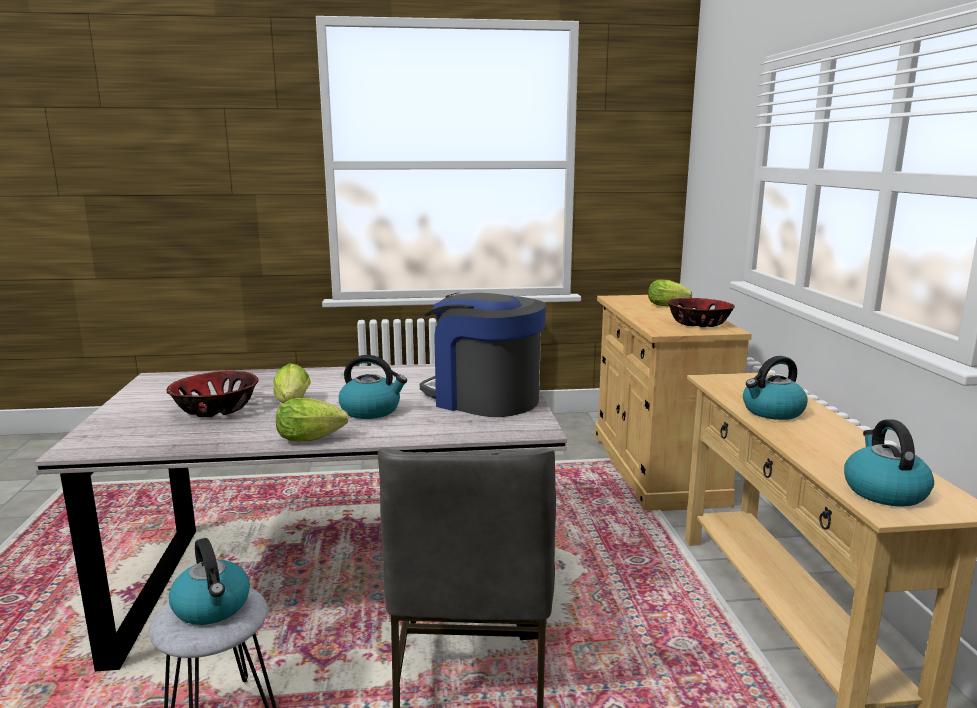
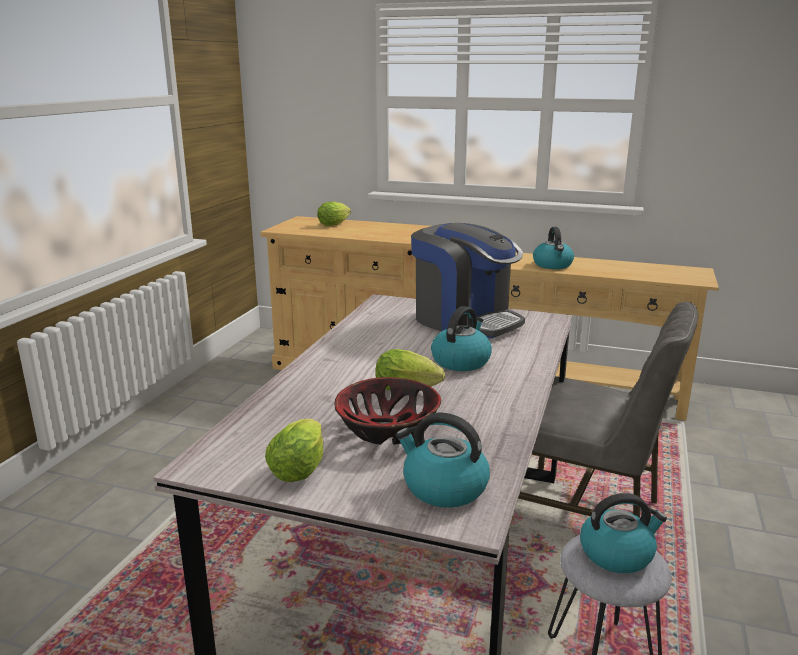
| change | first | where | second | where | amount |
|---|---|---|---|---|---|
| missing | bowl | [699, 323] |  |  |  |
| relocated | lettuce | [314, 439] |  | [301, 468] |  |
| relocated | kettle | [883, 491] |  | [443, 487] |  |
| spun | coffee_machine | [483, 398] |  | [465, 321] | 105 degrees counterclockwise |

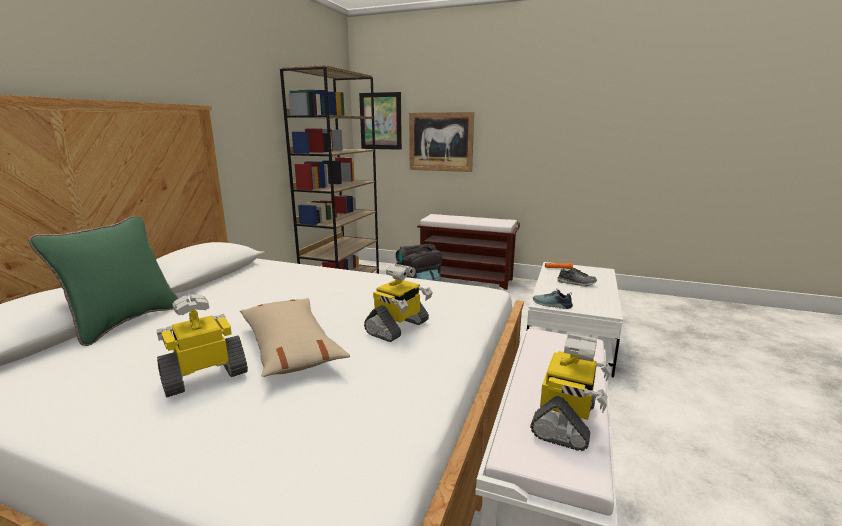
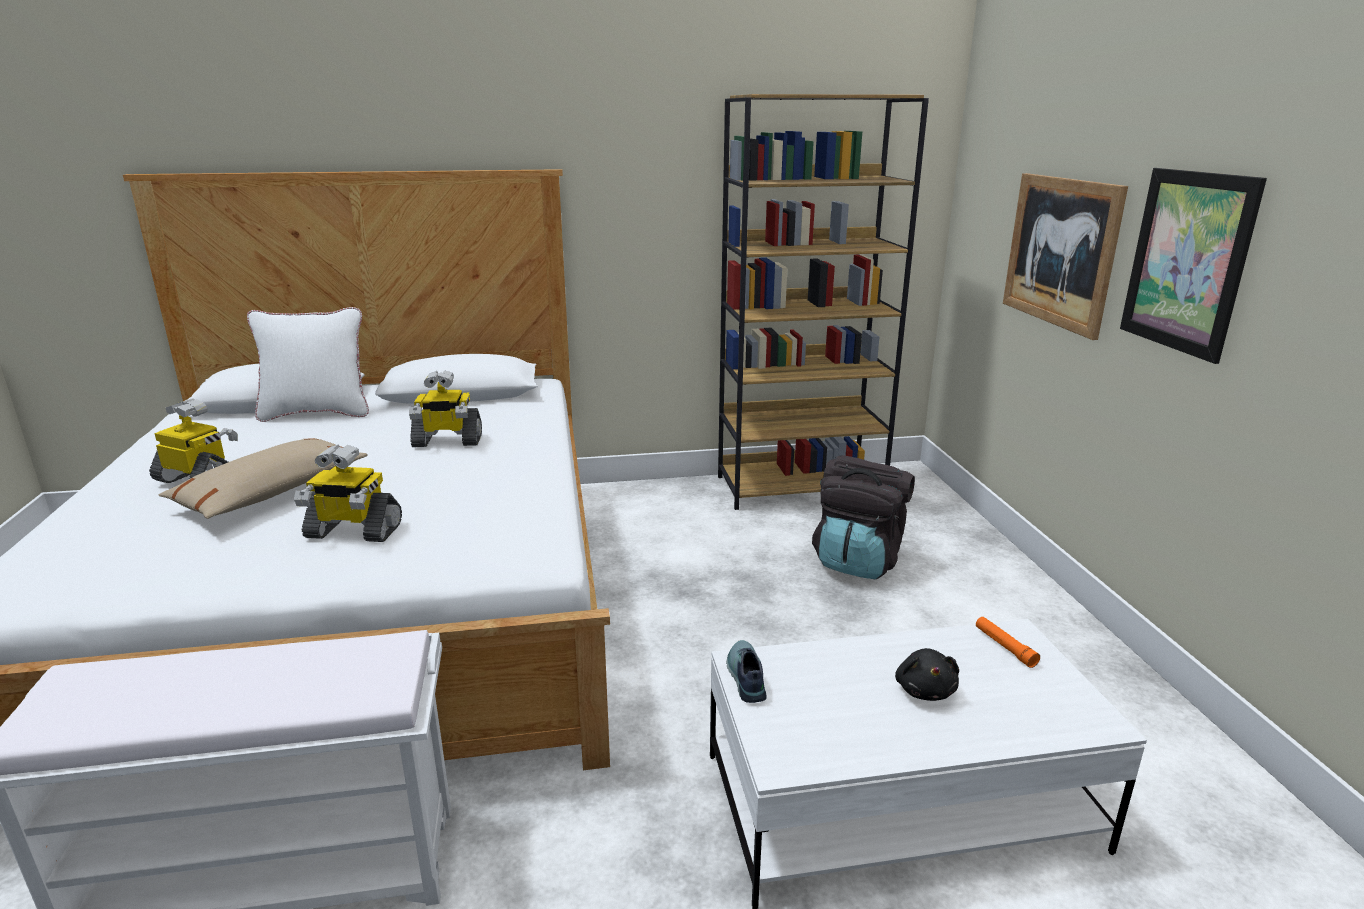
| change | first | where | second | where | amount |
|---|---|---|---|---|---|
| missing | brown_bench | [467, 279] |  |  |  |
| relocated | picture | [380, 121] |  | [1187, 262] |  |
| relocated | toy_robot | [566, 420] |  | [447, 441] |  |
| exchanged | shoe | [576, 283] | black_plush_toy | [925, 690] |  |
| colour | green_pillow | [124, 322] | white_pillow | [317, 413] |  |

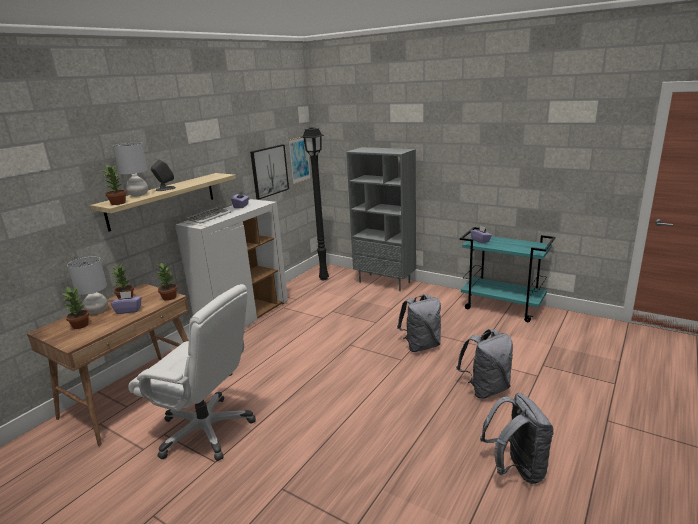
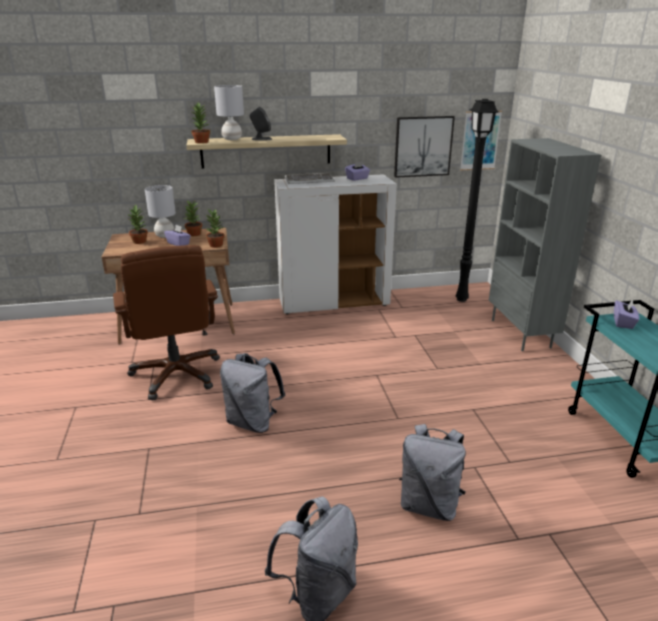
| change | first | where | second | where | amount |
|---|---|---|---|---|---|
| relocated | grey_backpack | [421, 346] |  | [253, 422] |  |
| colour | white_office_chair | [206, 430] | brown_office_chair | [177, 374] |  |

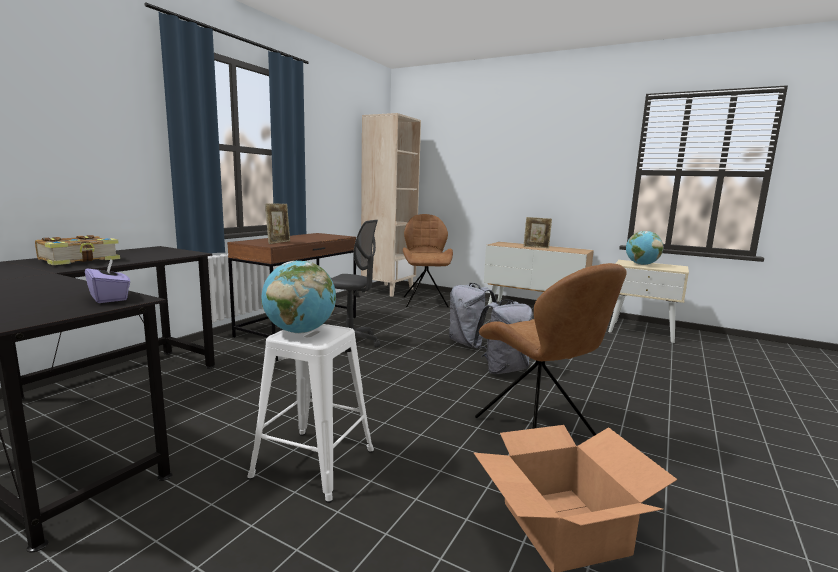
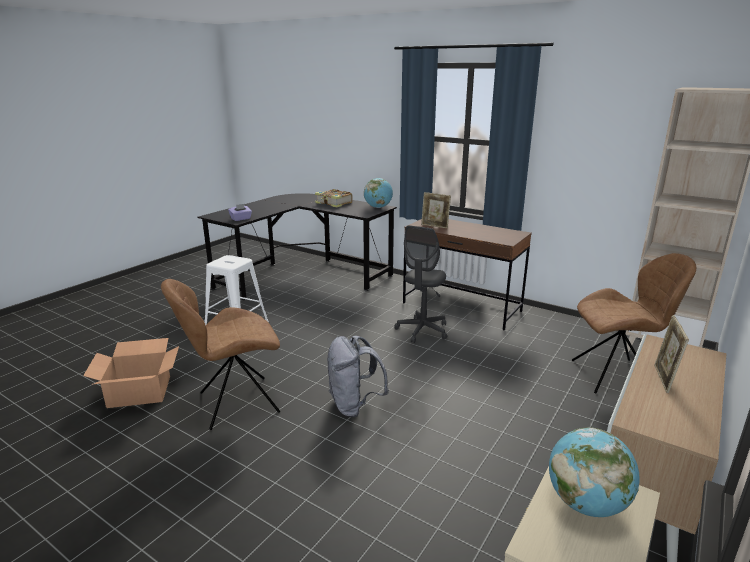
| change | first | where | second | where | amount |
|---|---|---|---|---|---|
| missing | grey_backpack | [470, 344] |  |  |  |
| relocated | globe | [300, 331] |  | [378, 207] |  |

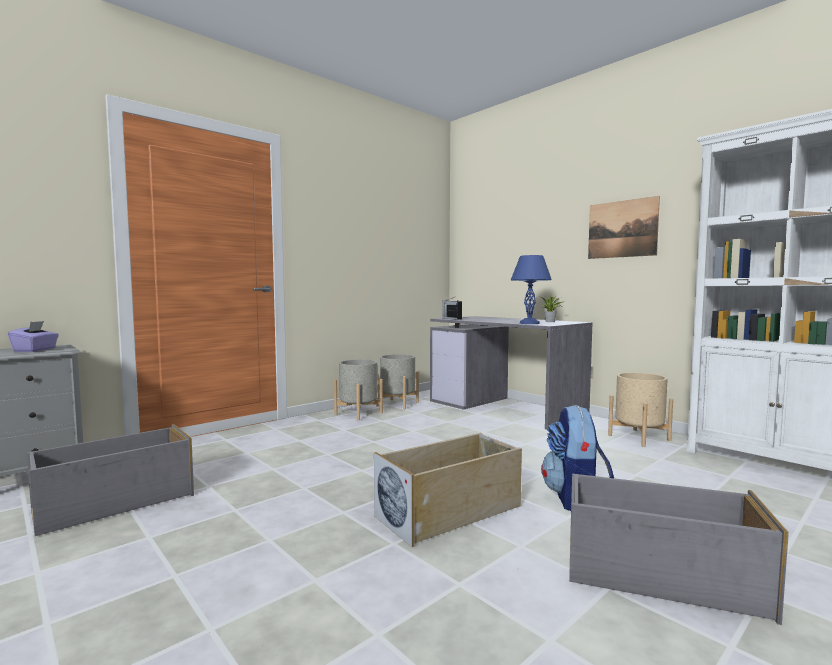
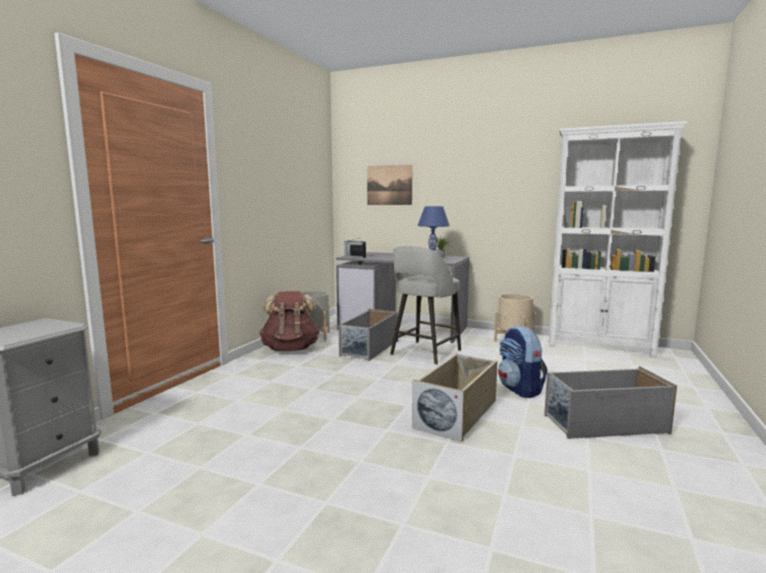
| change | first | where | second | where | amount |
|---|---|---|---|---|---|
| missing | purple_tissue_box | [35, 350] |  |  |  |
| appeared |  |  | grey_stool | [424, 353] |  |
| relocated | grey_storage_box | [114, 503] |  | [369, 349] |  |
| relocated | picture | [622, 229] |  | [389, 185] |  |
| exchanged | grey_planter | [358, 413] | brown_backpack | [290, 349] |  |

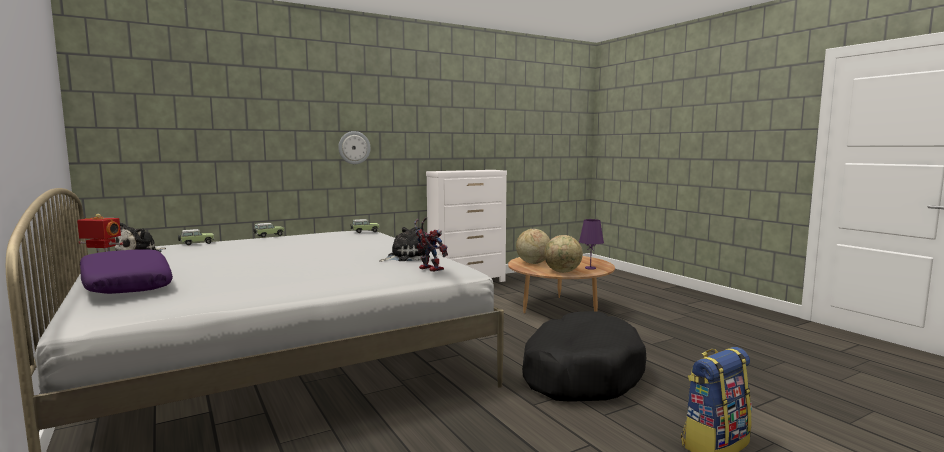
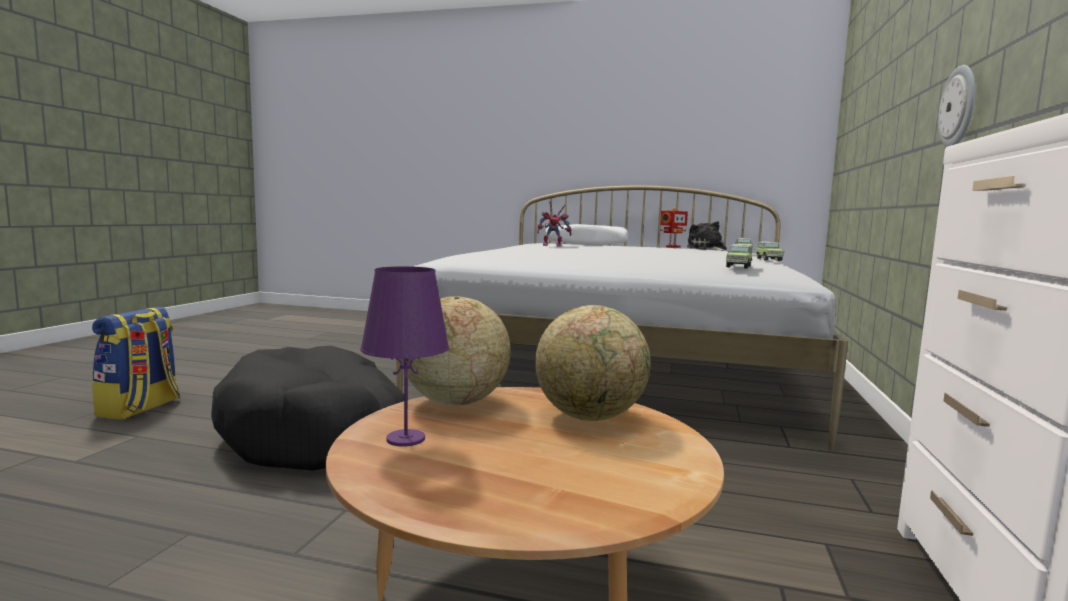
| change | first | where | second | where | amount |
|---|---|---|---|---|---|
| missing | plush_toy | [405, 257] |  |  |  |
| relocated | toy_robot | [428, 269] |  | [554, 245] |  |
| colour | purple_pillow | [125, 285] | white_pillow | [586, 244] |  |

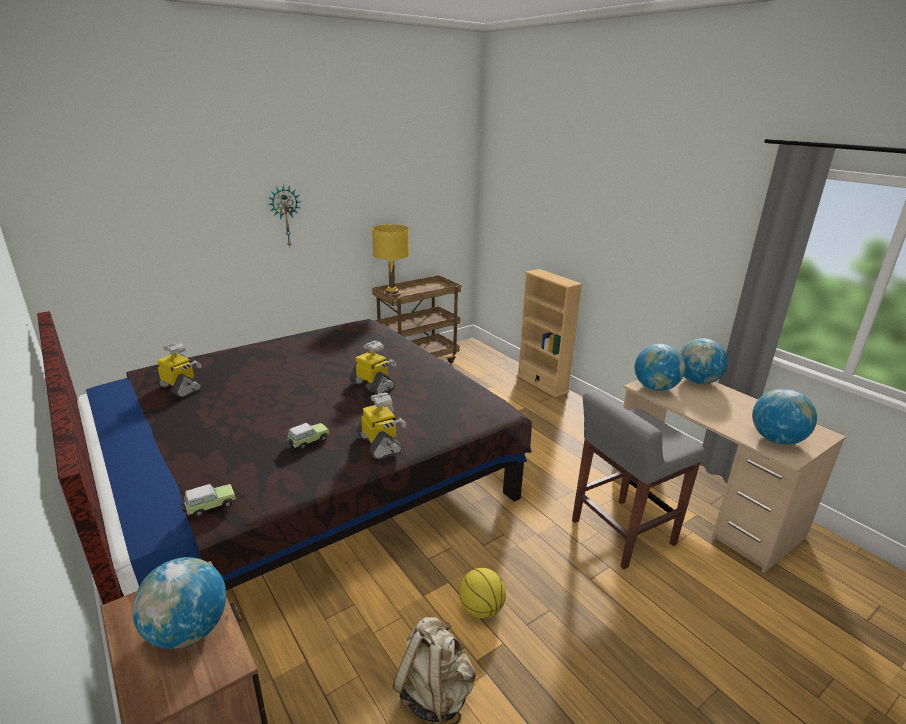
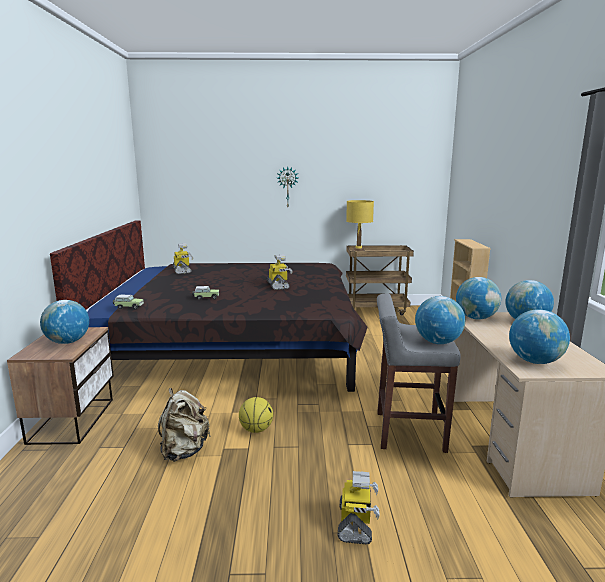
| change | first | where | second | where | amount |
|---|---|---|---|---|---|
| appeared |  |  | globe | [438, 342] |  |
| relocated | toy_robot | [380, 444] |  | [356, 524] |  |

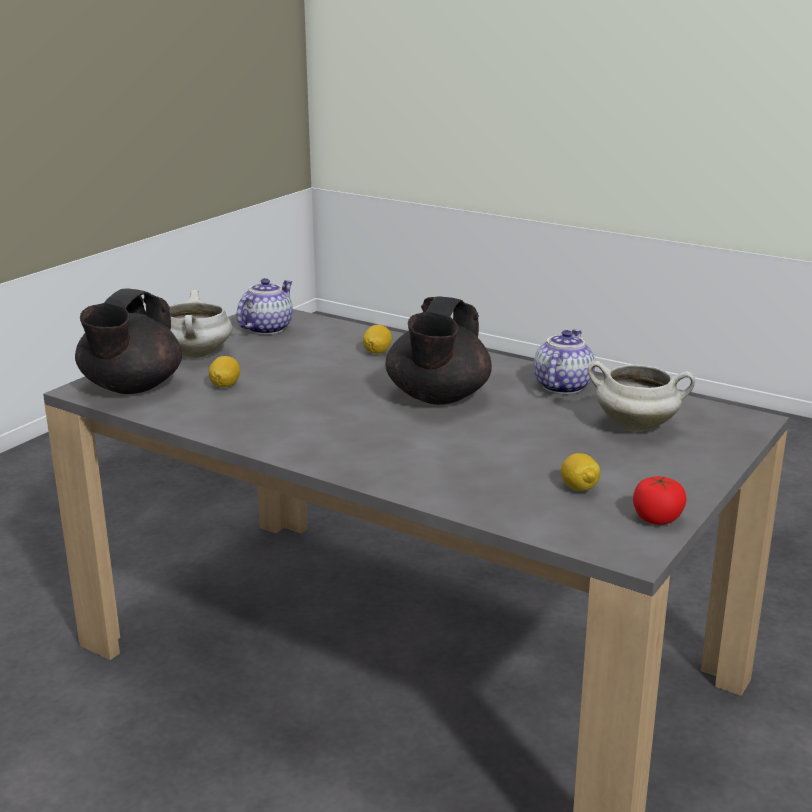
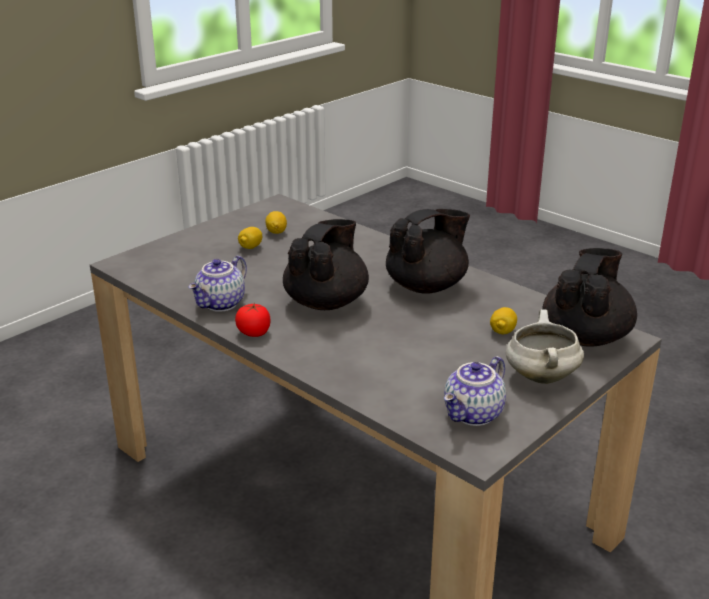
| change | first | where | second | where | amount |
|---|---|---|---|---|---|
| missing | white_cooking_pot | [637, 426] |  |  |  |
| appeared |  |  | black_teapot | [427, 286] |  |
| relocated | lemon | [377, 352] |  | [250, 247] |  |
| relocated | tomato | [657, 519] |  | [254, 333] |  |

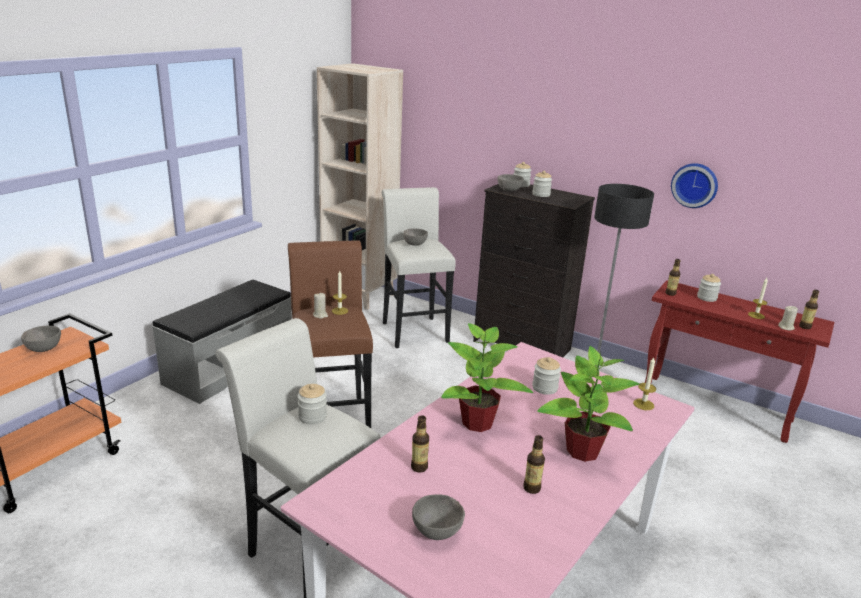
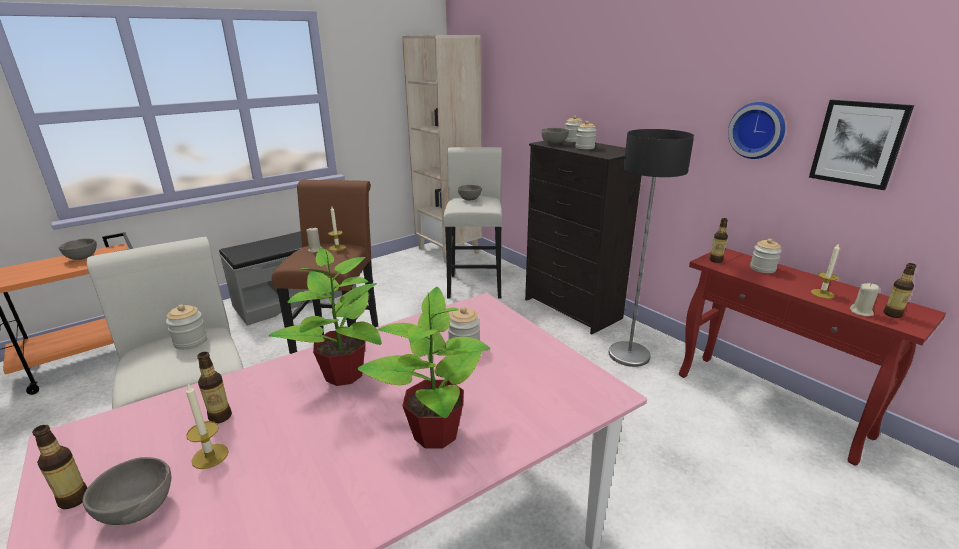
| change | first | where | second | where | amount |
|---|---|---|---|---|---|
| appeared |  |  | picture | [858, 143] |  |
| relocated | bottle | [531, 488] |  | [74, 499] |  |
| relocated | candle | [643, 404] |  | [210, 456] |  |

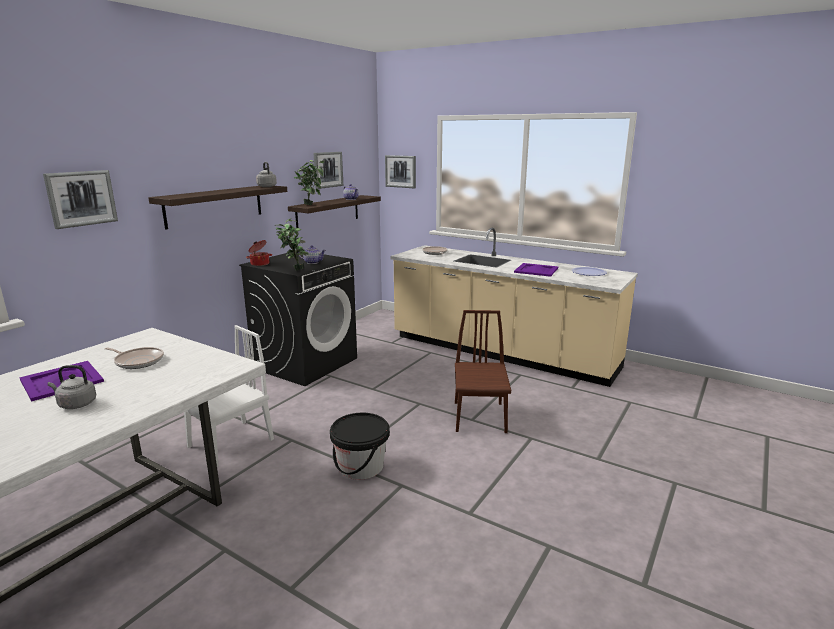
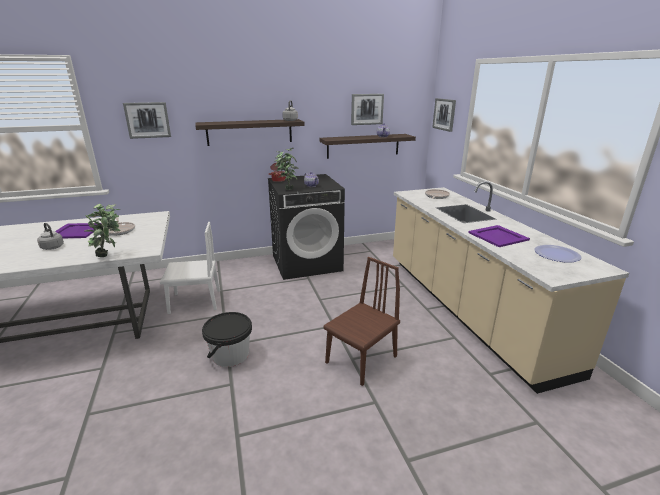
| change | first | where | second | where | amount |
|---|---|---|---|---|---|
| relocated | potted_plant | [311, 204] |  | [110, 255] |  |

